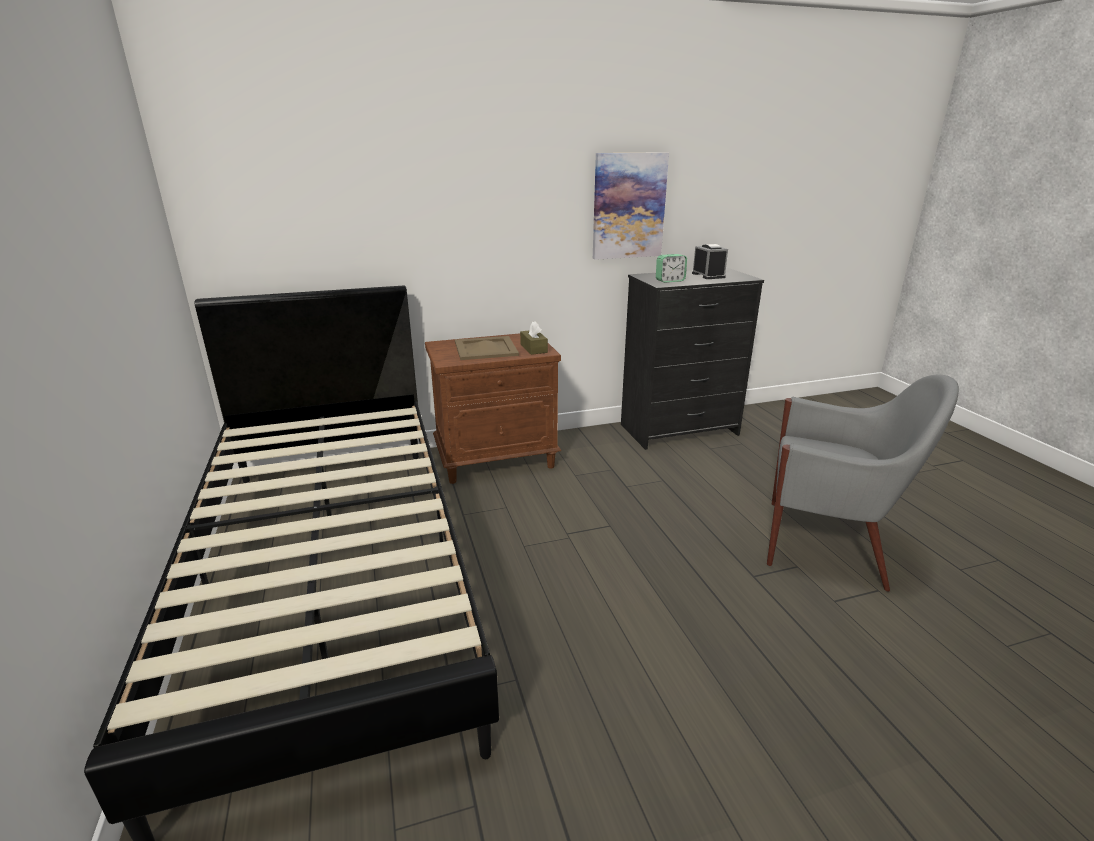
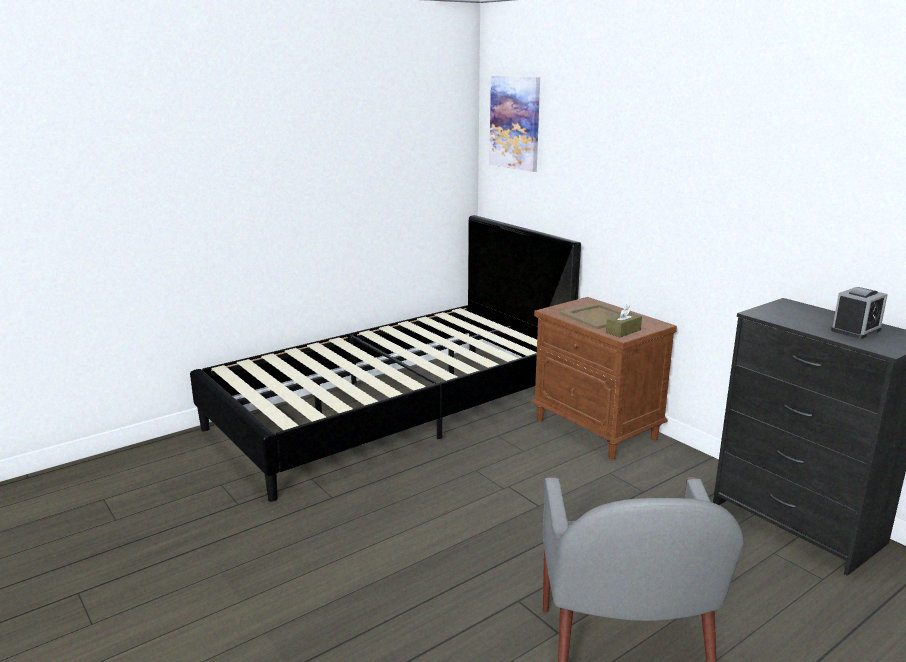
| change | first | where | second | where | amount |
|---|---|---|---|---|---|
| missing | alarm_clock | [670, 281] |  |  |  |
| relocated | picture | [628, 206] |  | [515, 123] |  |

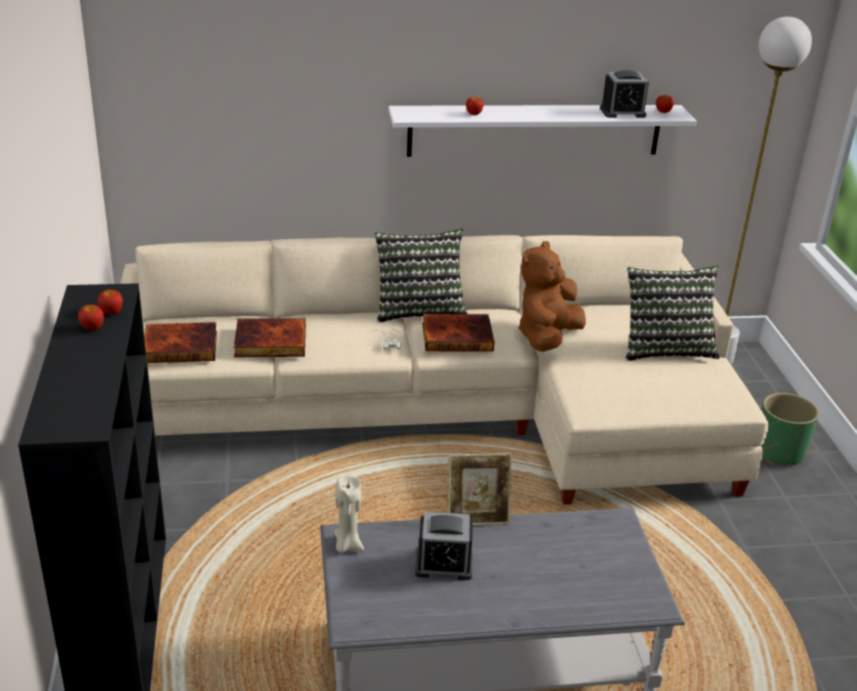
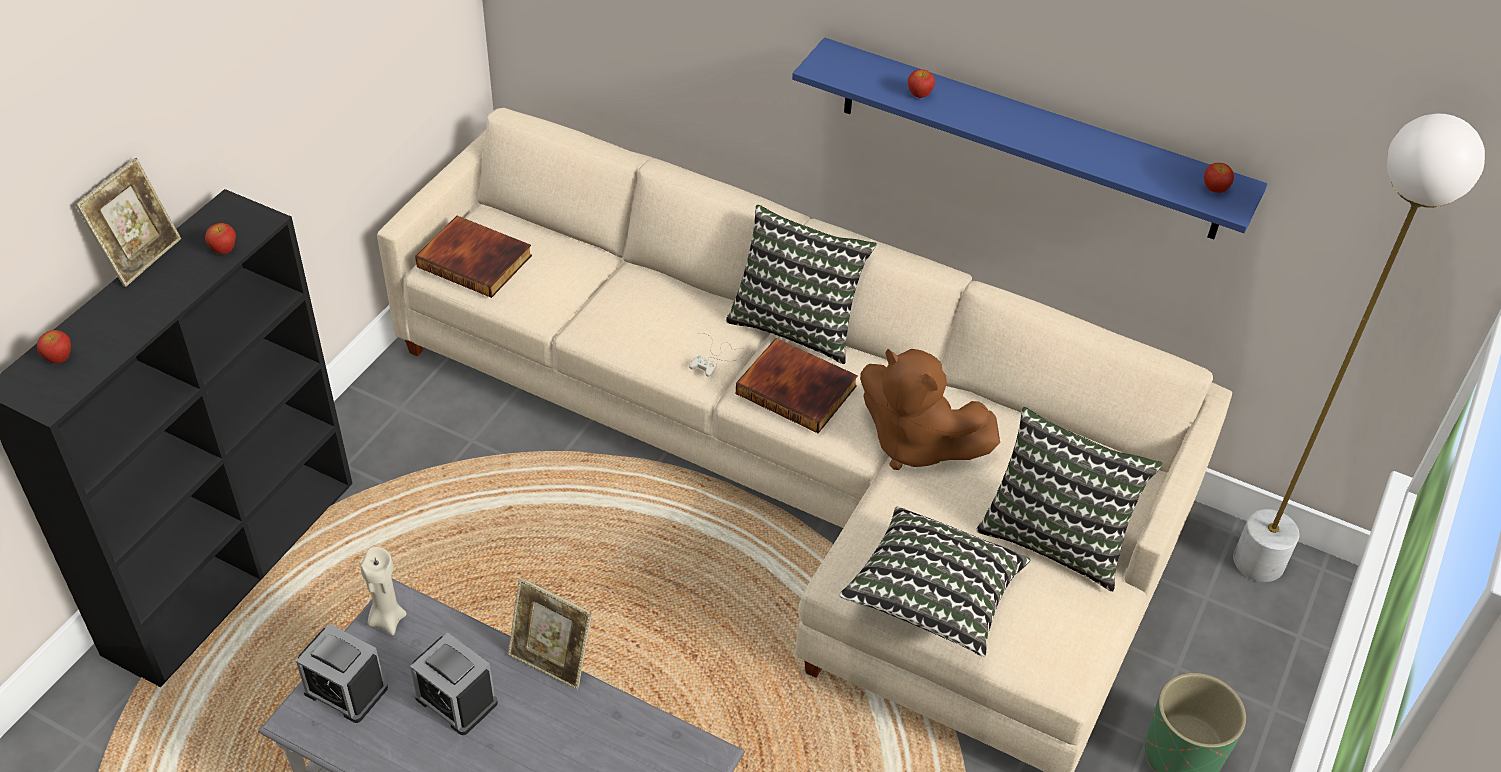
| change | first | where | second | where | amount |
|---|---|---|---|---|---|
| missing | book | [270, 343] |  |  |  |
| appeared |  |  | picture_frame | [141, 257] |  |
| appeared |  |  | pillow | [932, 597] |  |
| relocated | apple | [92, 327] |  | [59, 357] |  |
| relocated | alarm_clock | [622, 112] |  | [345, 690] |  |
| colour | white_shelf | [535, 130] | blue_shelf | [1029, 140] |  |
| spun | brown_plush_toy | [547, 338] |  | [915, 443] | 120 degrees counterclockwise |

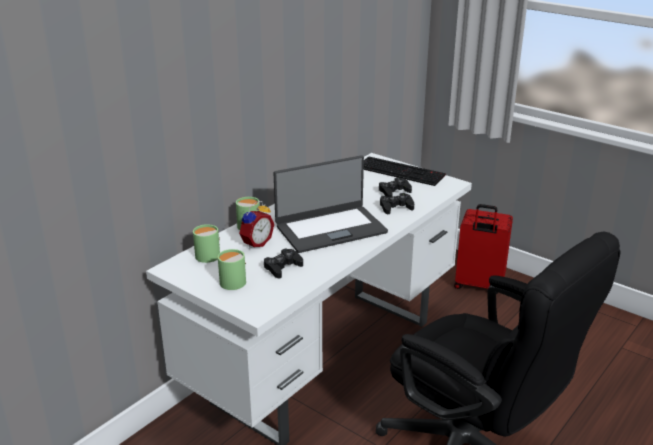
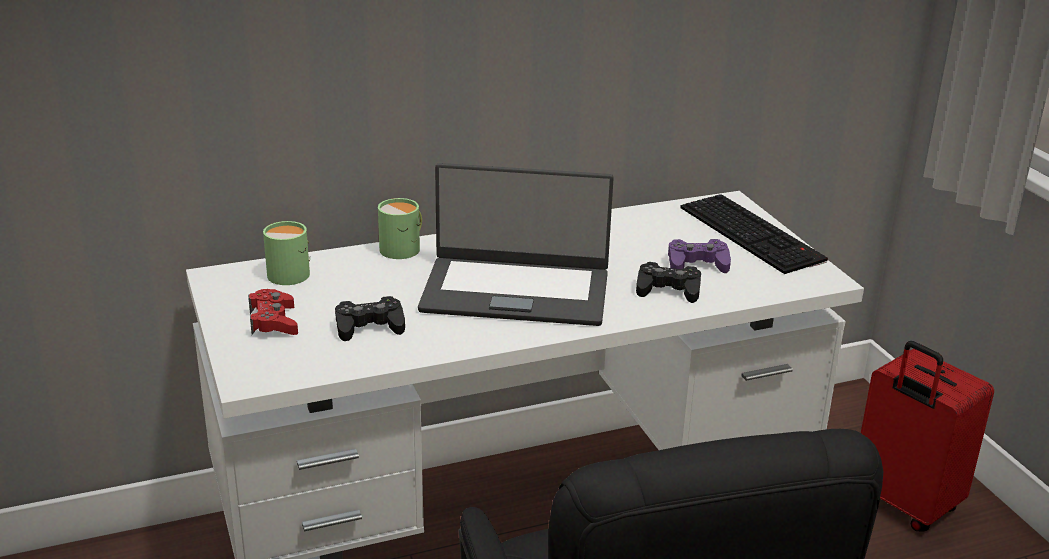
| change | first | where | second | where | amount |
|---|---|---|---|---|---|
| missing | alarm_clock | [255, 243] |  |  |  |
| exchanged | green_mug | [231, 281] | red_game_controller | [273, 321] |  |
| colour | black_game_controller | [394, 192] | purple_game_controller | [697, 264] |  |

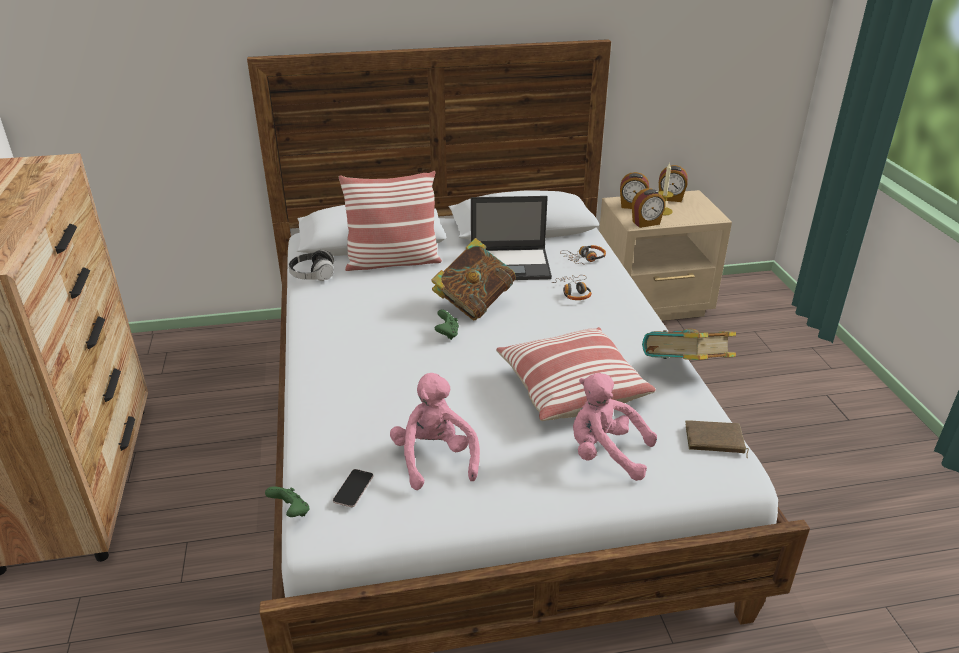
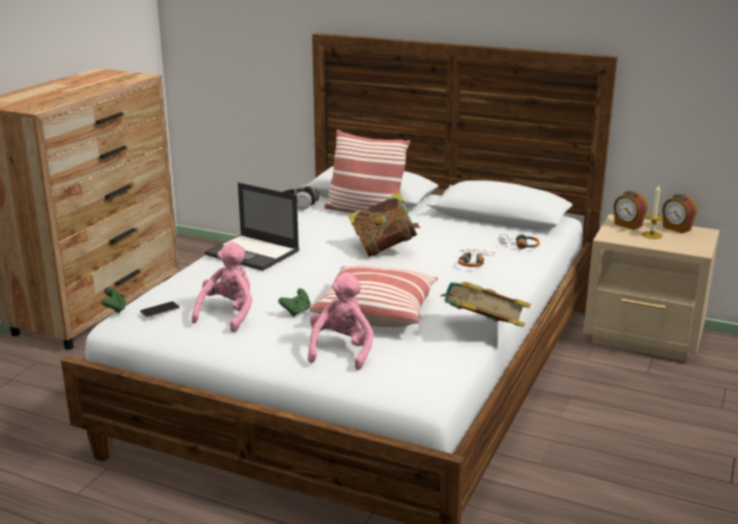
| change | first | where | second | where | amount |
|---|---|---|---|---|---|
| missing | alarm_clock | [646, 223] |  |  |  |
| missing | brown_book | [714, 441] |  |  |  |
| relocated | green_game_controller | [447, 334] |  | [296, 312] |  |
| relocated | laptop | [511, 264] |  | [253, 253] |  |
| spun | pink_plush_toy | [605, 453] |  | [342, 350] | 45 degrees clockwise |

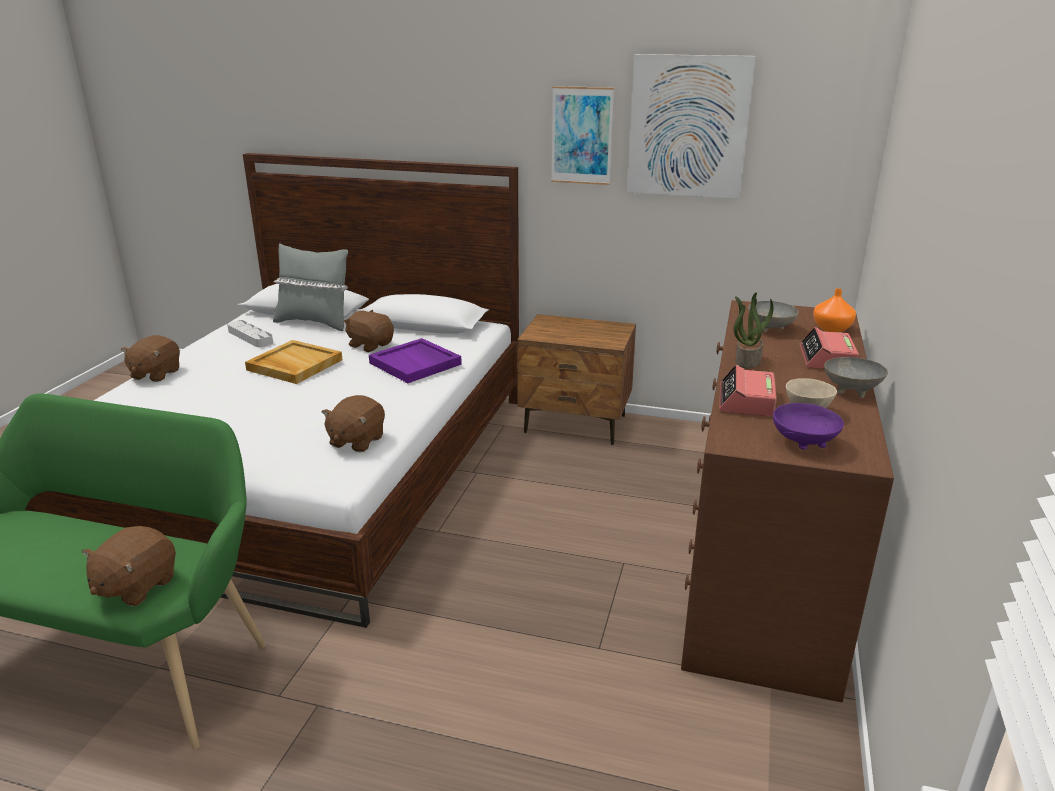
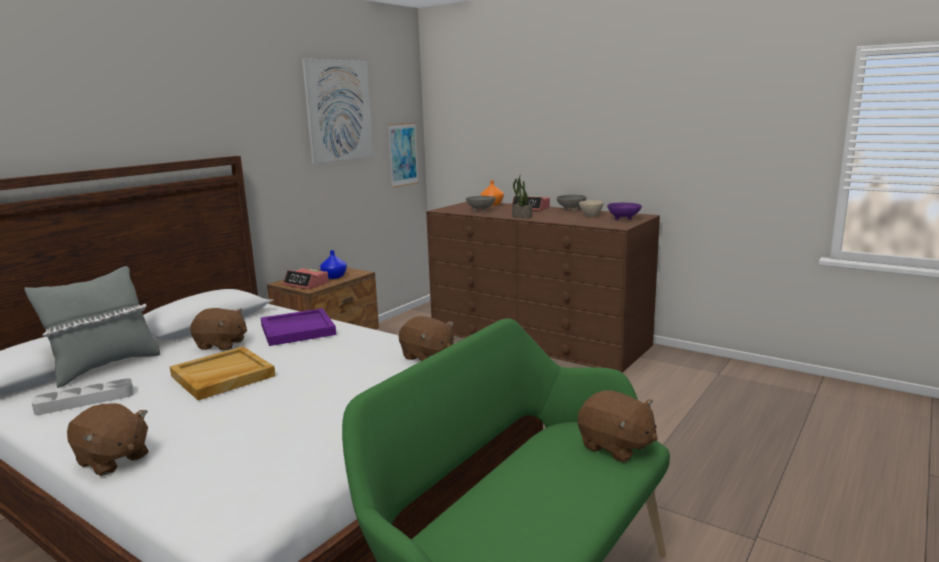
| change | first | where | second | where | amount |
|---|---|---|---|---|---|
| appeared |  |  | blue_vase | [333, 277] |  |
| relocated | picture | [581, 136] |  | [403, 154] |  |
| relocated | alarm_clock | [746, 401] |  | [306, 284] |  |
| spun | brown_plush_toy | [370, 345] |  | [221, 345] | 135 degrees counterclockwise |

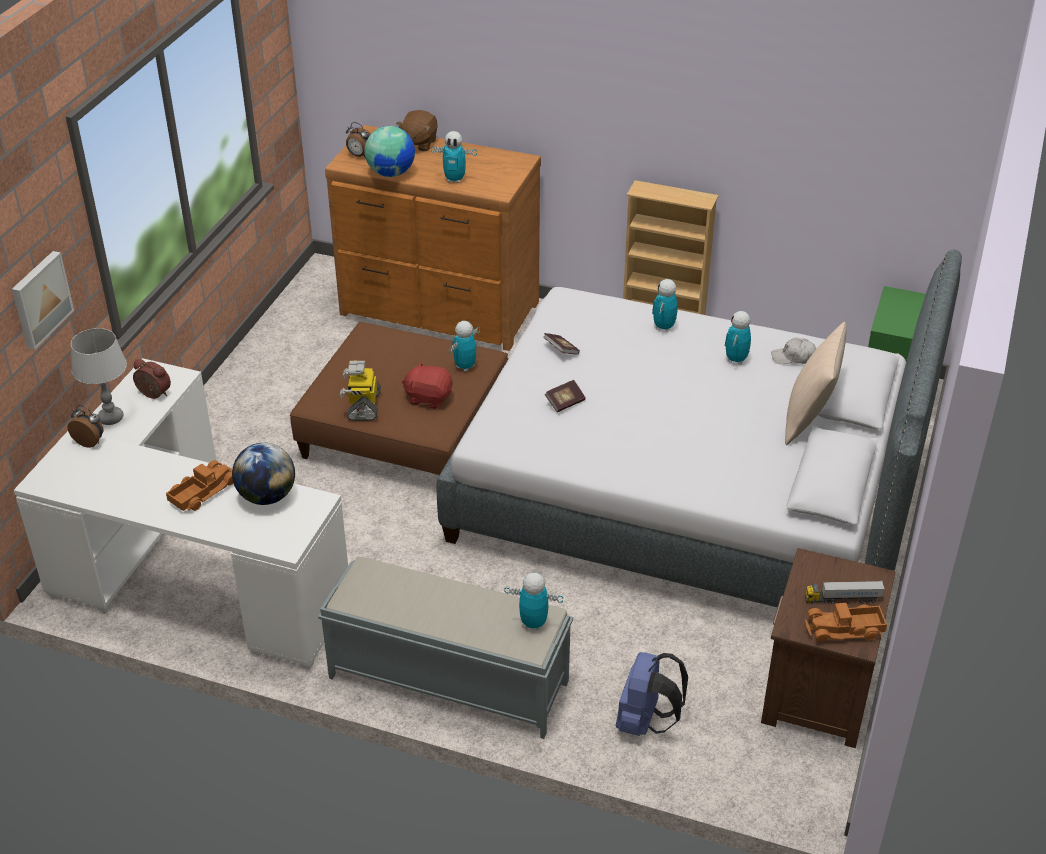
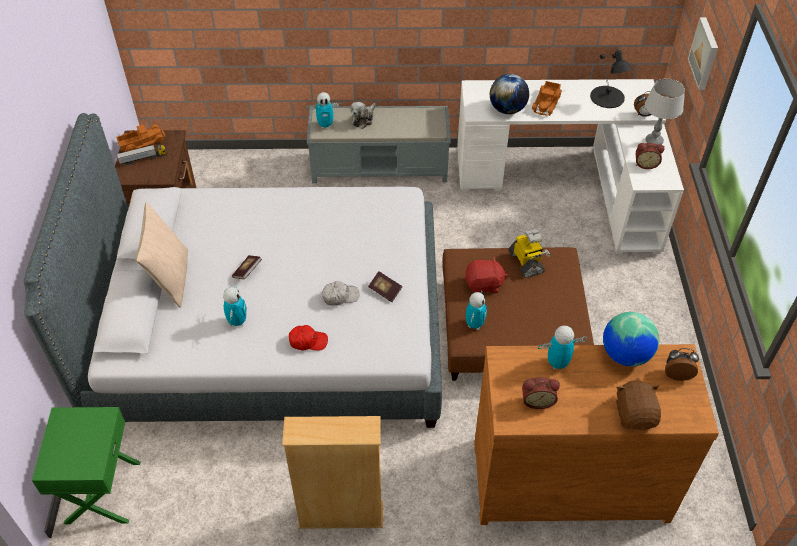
| change | first | where | second | where | amount |
|---|---|---|---|---|---|
| missing | blue_backpack | [646, 721] |  |  |  |
| appeared |  |  | plush_toy | [363, 119] |  |
| appeared |  |  | alarm_clock | [537, 400] |  |
| appeared |  |  | black_table_lamp | [607, 97] |  |
| relocated | book | [565, 402] |  | [247, 271] |  |
| relocated | white_cap | [793, 357] |  | [340, 296] |  |
| exchanged | toy_robot | [664, 327] | red_cap | [308, 341] |  |

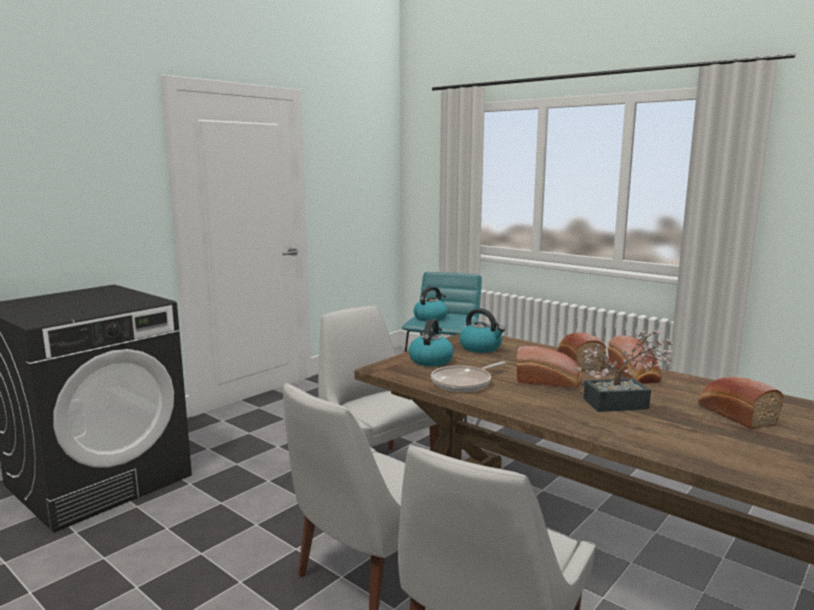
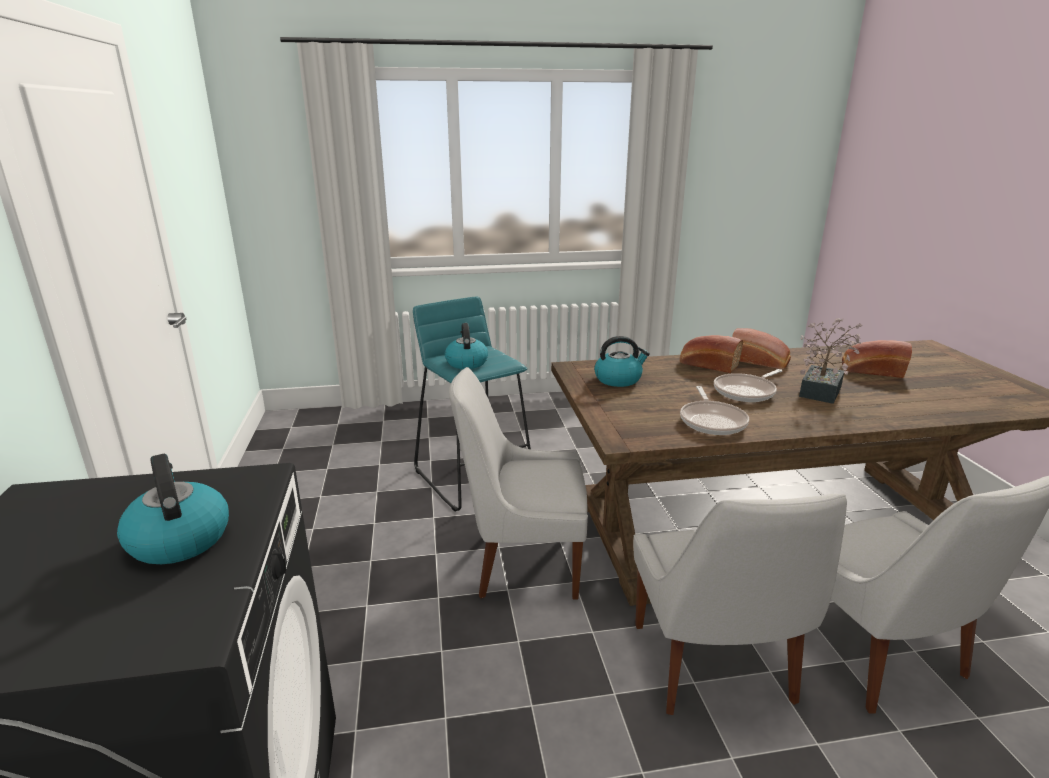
| change | first | where | second | where | amount |
|---|---|---|---|---|---|
| relocated | kettle | [431, 360] |  | [179, 539] |  |
| exchanged | bread | [549, 382] | frying_pan | [746, 392] |  |

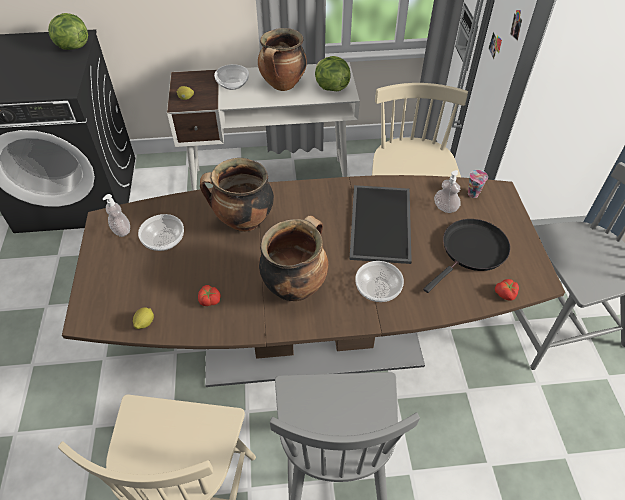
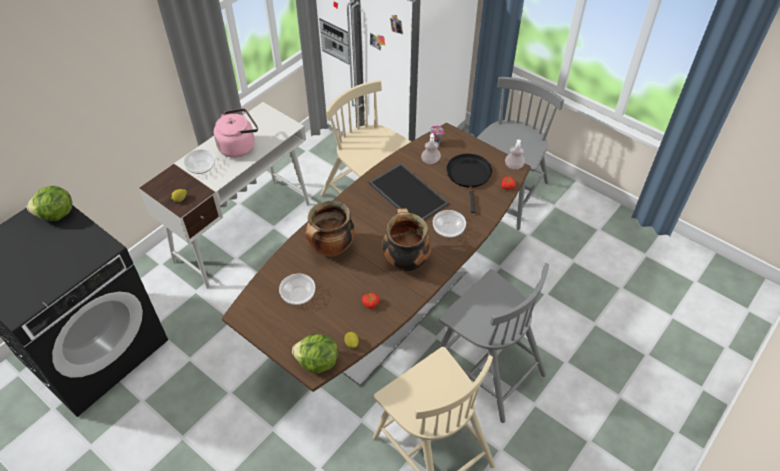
| change | first | where | second | where | amount |
|---|---|---|---|---|---|
| relocated | soap_dispenser | [121, 230] |  | [514, 166] |  |
| relocated | lettuce | [331, 87] |  | [317, 363] |  |
| exchanged | cooking_pot | [283, 85] | pink_kettle | [239, 146] |  |

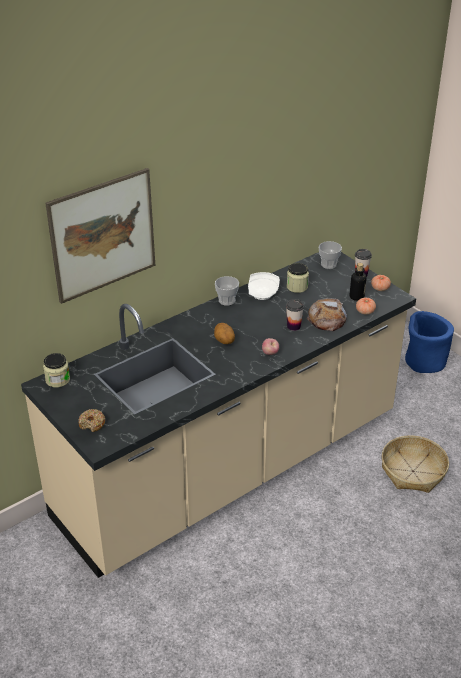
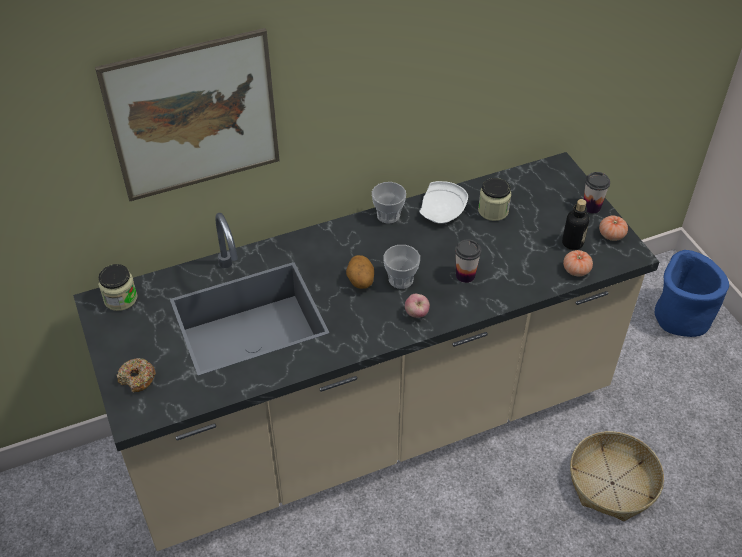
| change | first | where | second | where | amount |
|---|---|---|---|---|---|
| missing | bread | [327, 319] |  |  |  |
| relocated | cup | [328, 264] |  | [401, 279] |  |

